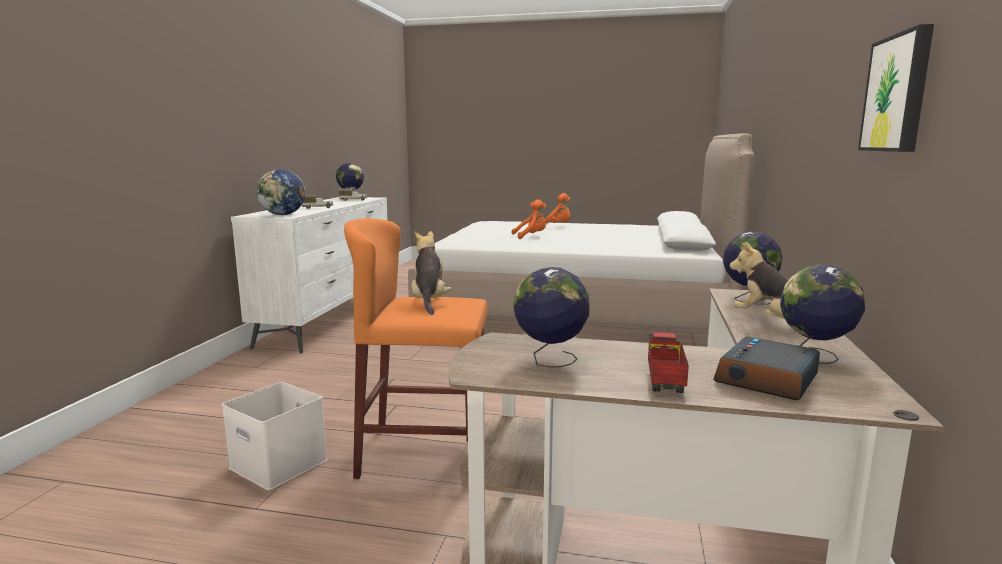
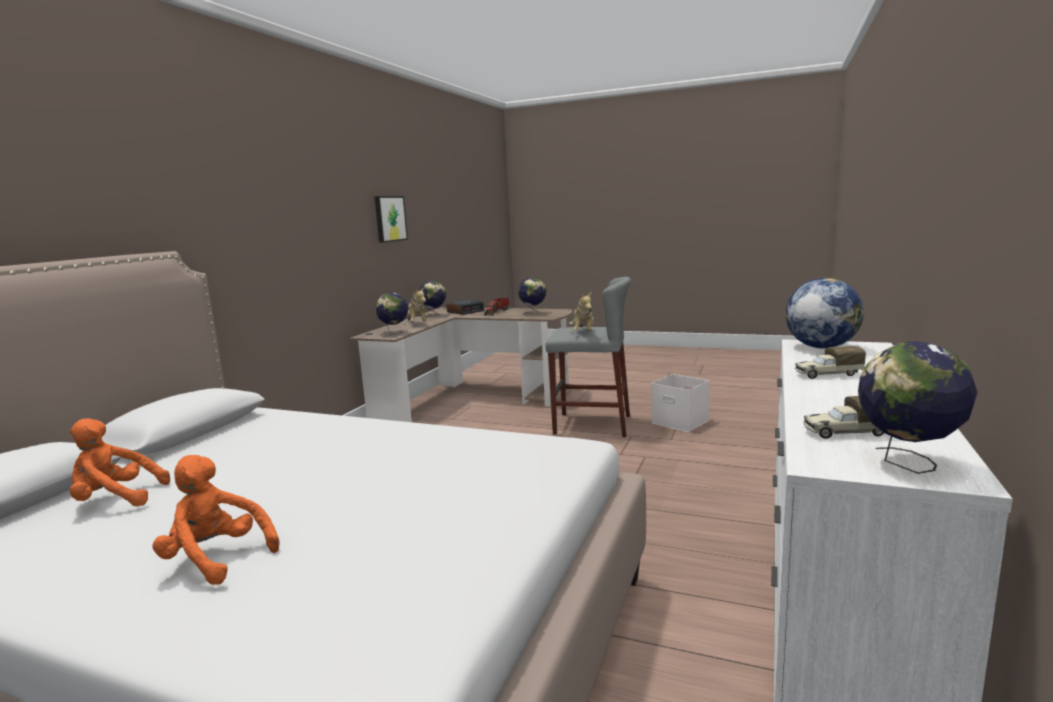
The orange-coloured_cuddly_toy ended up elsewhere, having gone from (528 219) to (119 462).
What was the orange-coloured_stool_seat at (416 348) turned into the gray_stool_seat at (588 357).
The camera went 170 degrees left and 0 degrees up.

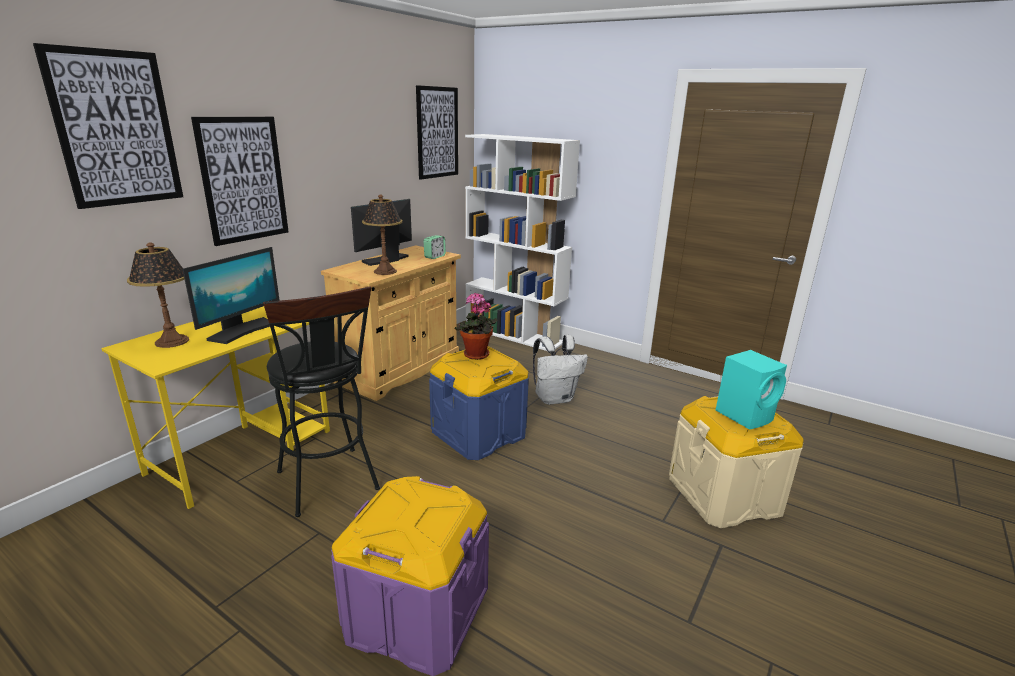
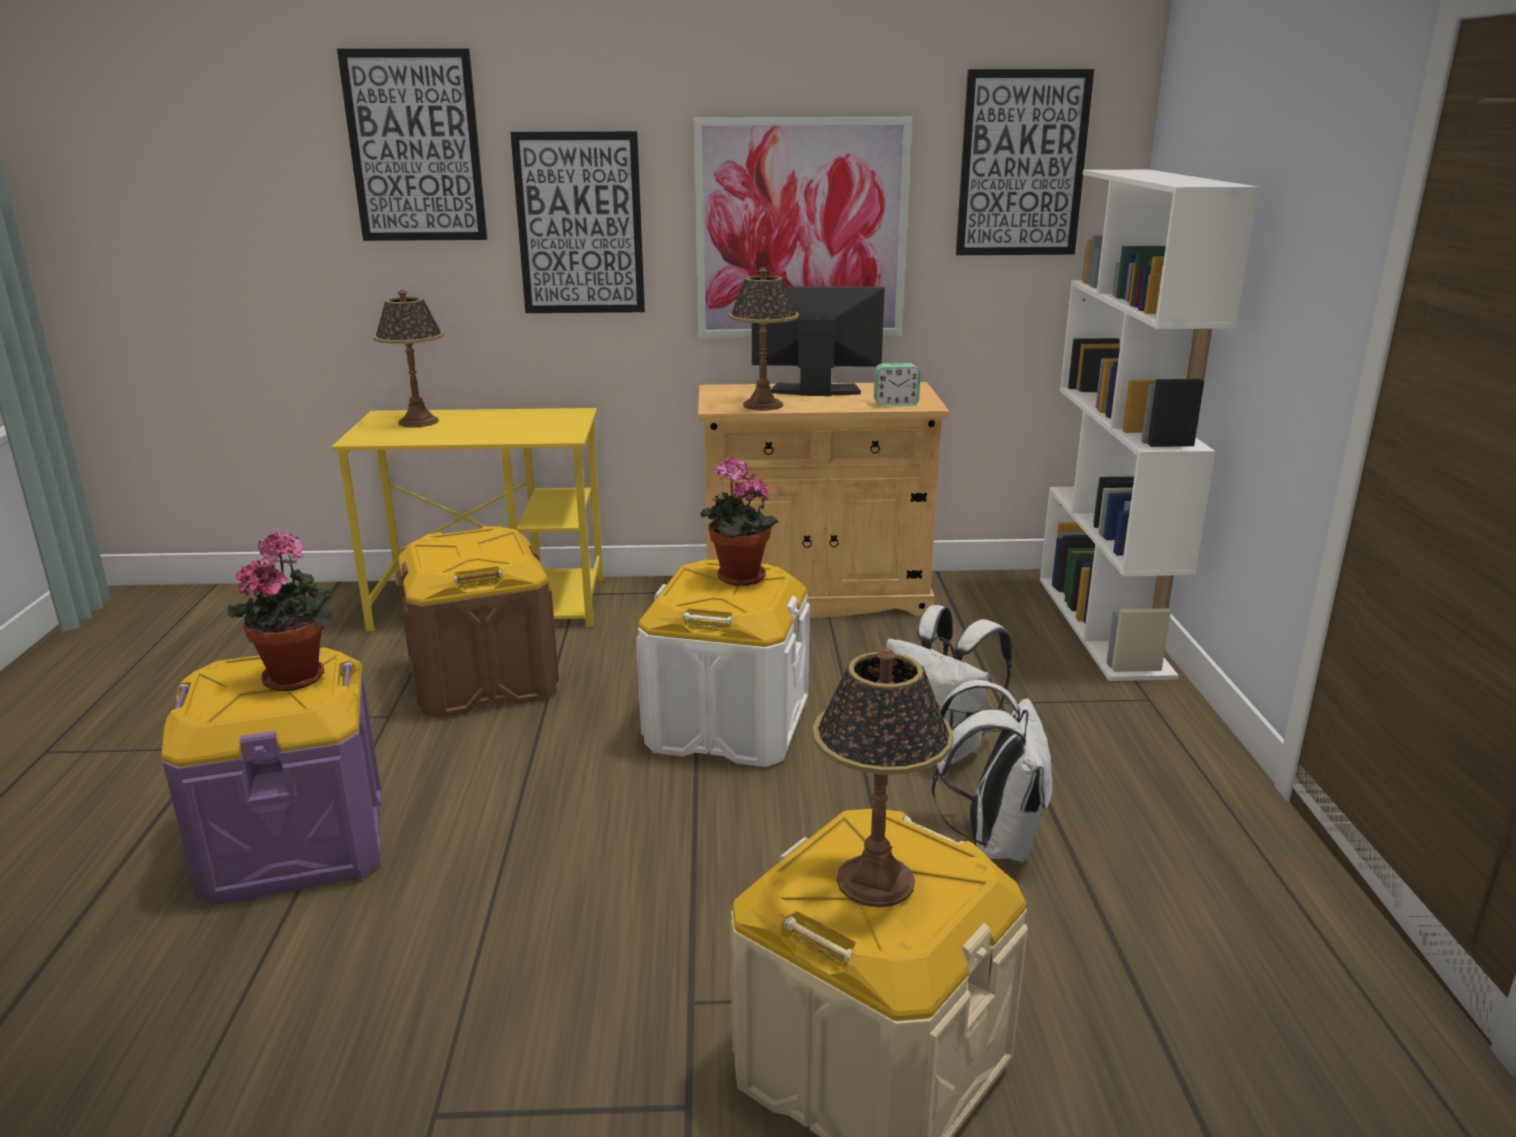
The second view lost the computer_display at (231 295).
The second view gained the houseplant at (279 610).
The second view gained the wall_art at (802 227).
The second view gained the white-coloured_rucksack at (992 771).
Where the blackish_stool_seat stood at (321 401), the brownish_storage_box came to stand at (478 622).
Where the turquoise_audio_speaker stood at (751 390), the table_lamp came to stand at (883 777).
What was the blue-coloured_storage_box at (479 403) turned into the white-coloured_storage_box at (723 663).
The camera went 55 degrees right and 0 degrees up.

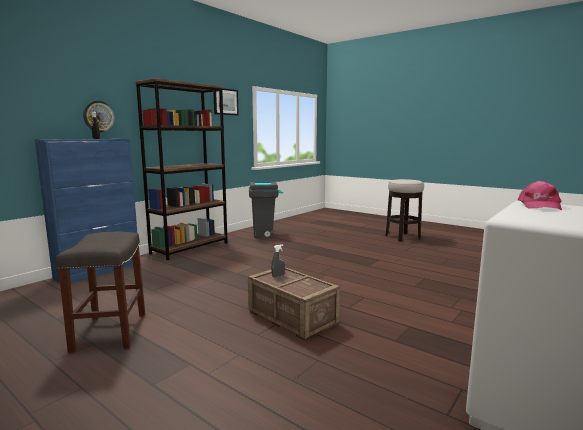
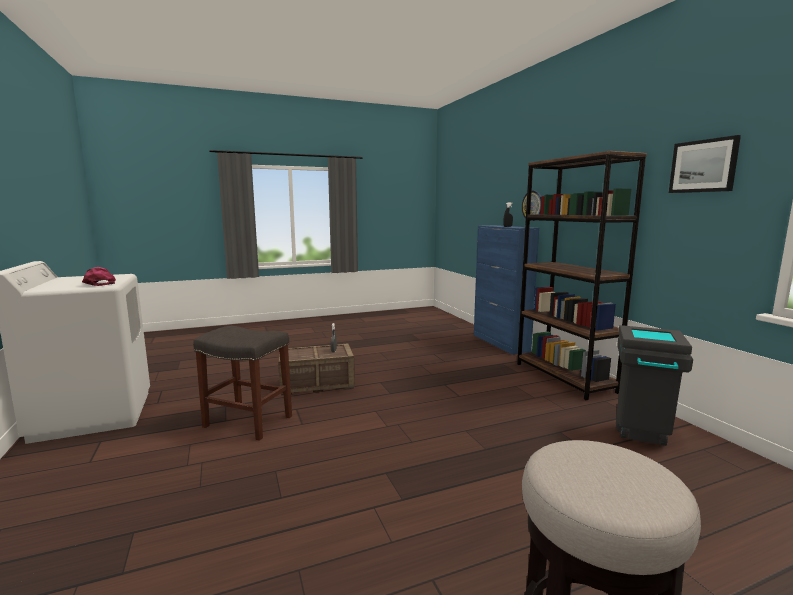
The gray_stool_seat ended up elsewhere, having gone from (100 292) to (242 383).
The camera went 120 degrees right and 0 degrees up.

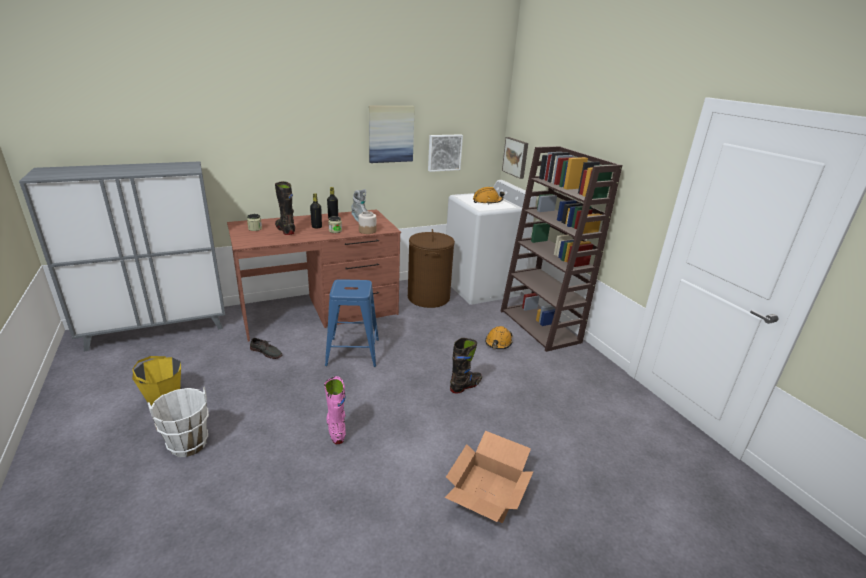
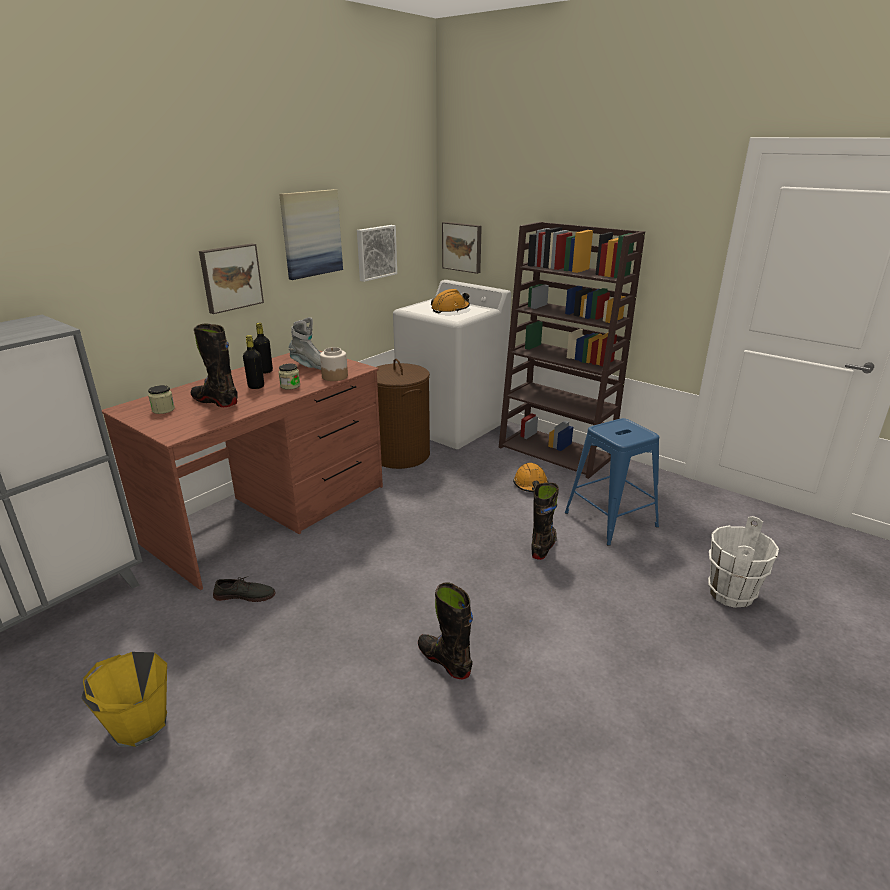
The second view lost the cardboard_box at (489 477).
The second view gained the wall_art at (231 278).
The white-coloured_pail ended up elsewhere, having gone from (178 422) to (743 562).
The blue-coloured_stool_seat ended up elsewhere, having gone from (352 323) to (612 482).
What was the pink-coloured_high-top_boot at (335 410) turned into the blackish_high-top_boot at (445 630).
The camera went 25 degrees left and 0 degrees up.

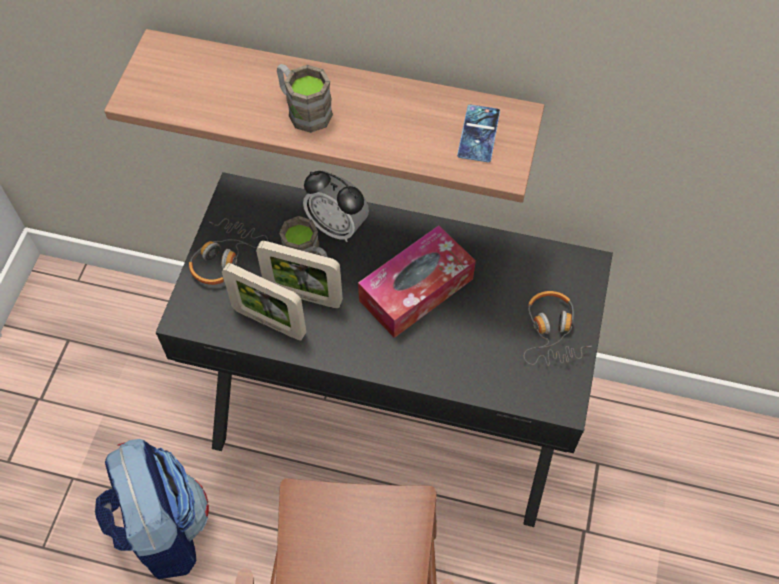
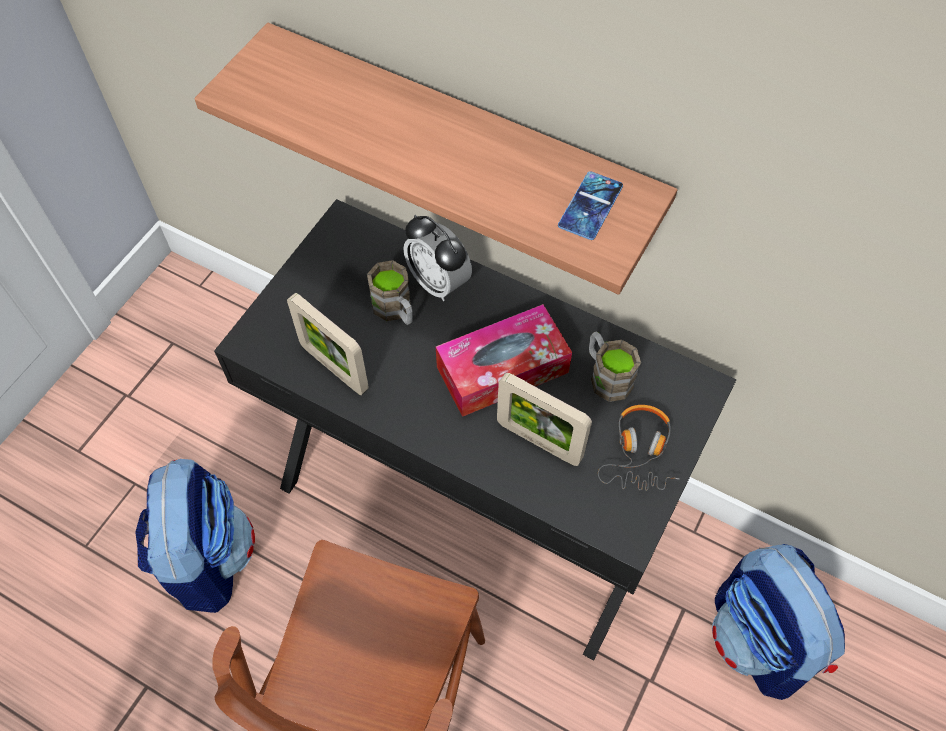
The second view lost the pair_of_headphones at (228 252).
The second view gained the rucksack at (778 622).
The photo_frame ended up elsewhere, having gone from (299 274) to (544 419).
The brownish_coffee_mug ended up elsewhere, having gone from (305 98) to (615 366).
The camera went 15 degrees right and 0 degrees up.

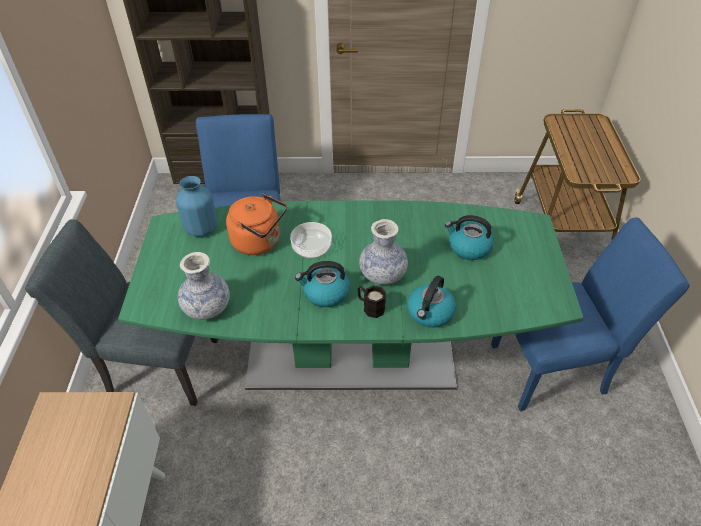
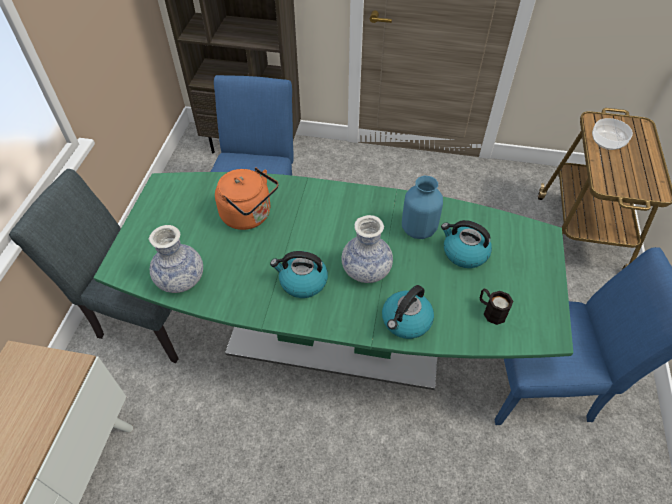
The blue-coloured_decorative_vase ended up elsewhere, having gone from (196 206) to (422 207).
The bowl ended up elsewhere, having gone from (311 240) to (612 134).
The blackish_coffee_mug ended up elsewhere, having gone from (372 301) to (496 306).
The camera went 10 degrees right and 5 degrees up.

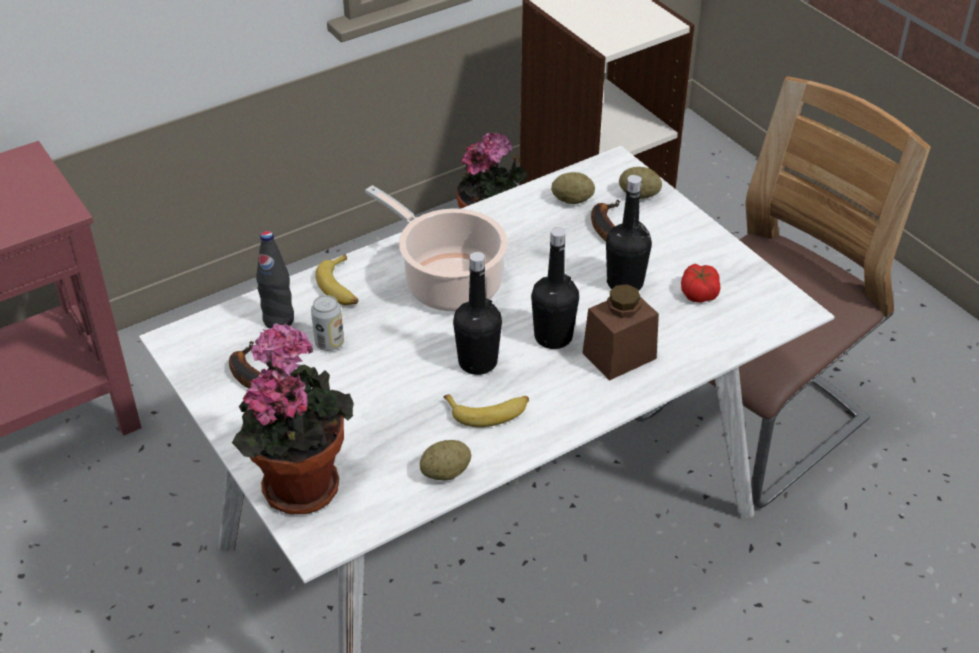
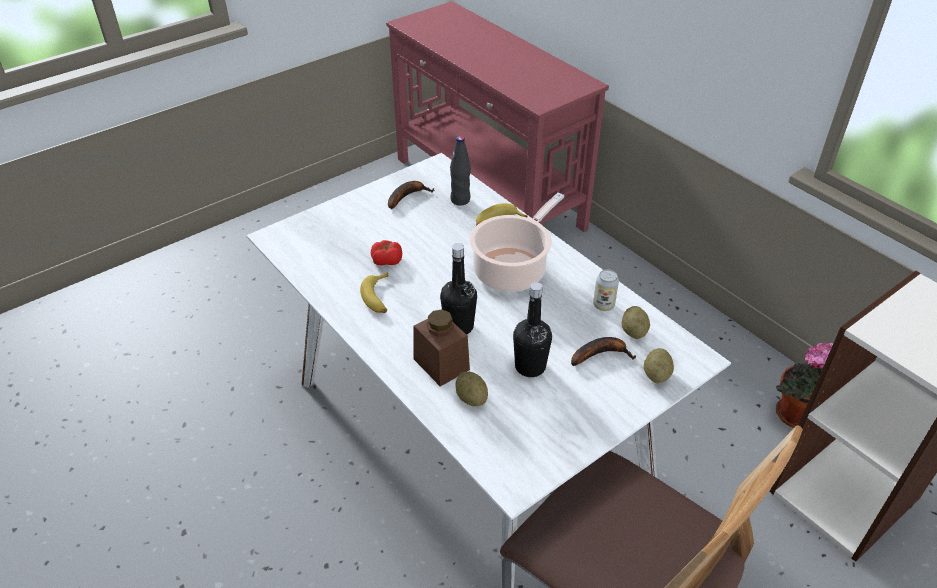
The second view lost the houseplant at (293 418).
The second view lost the blackish_bottle at (477 313).
The metal_can ended up elsewhere, having gone from (327 323) to (606 290).
The spud ended up elsewhere, having gone from (445 460) to (471 389).
The whole_tomato ended up elsewhere, having gone from (700 283) to (386 253).
The camera went 85 degrees right and 0 degrees up.

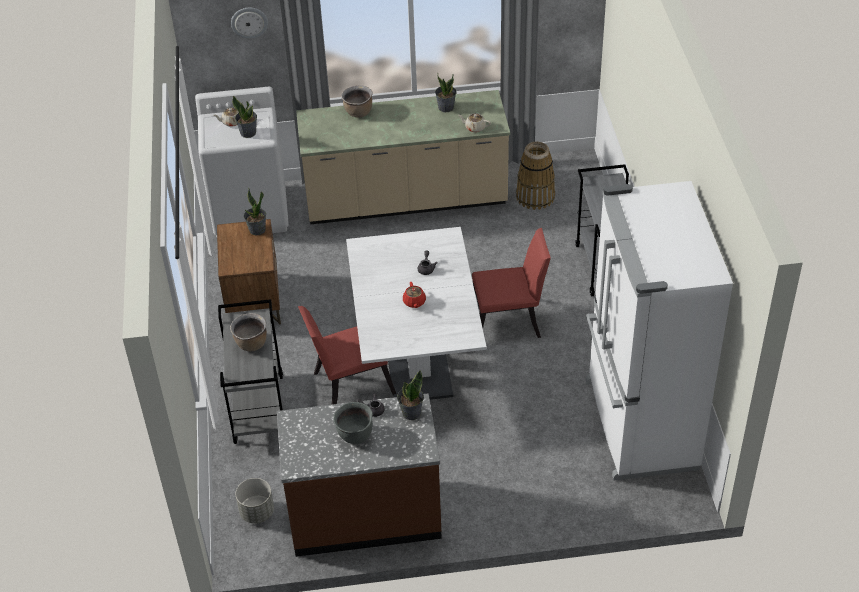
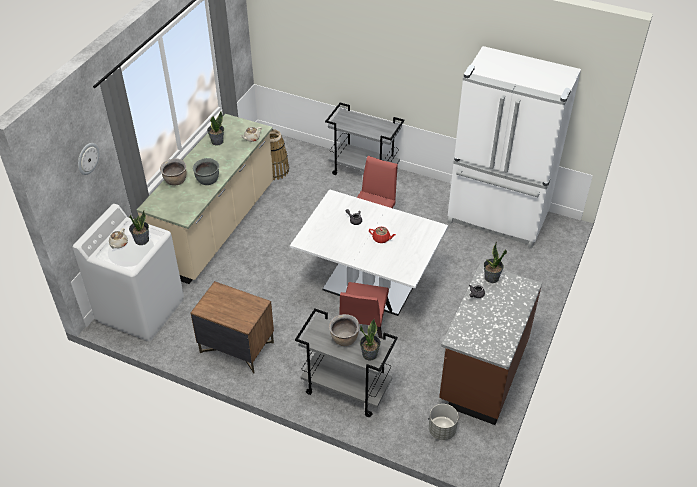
The houseplant ended up elsewhere, having gone from (255 211) to (370 339).
The gray_stockpot ended up elsewhere, having gone from (353 423) to (206 171).
The camera went 60 degrees left and 0 degrees up.

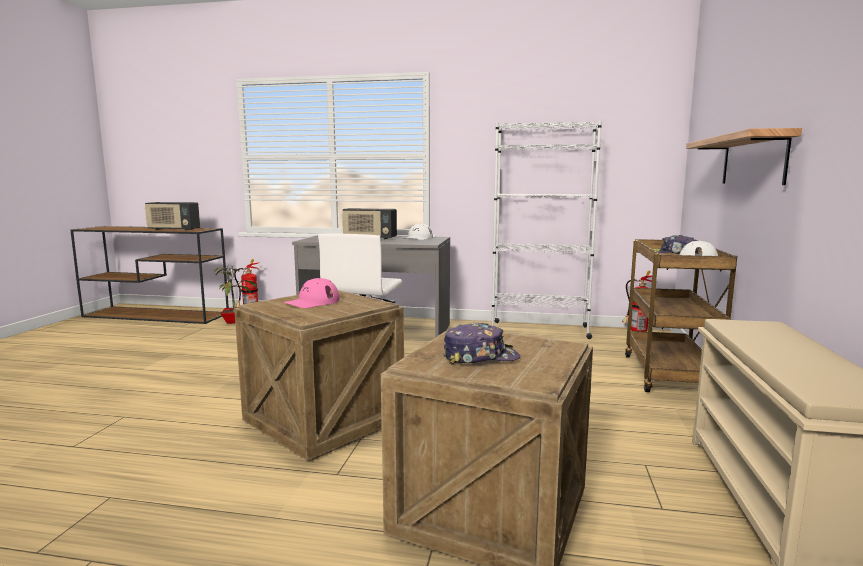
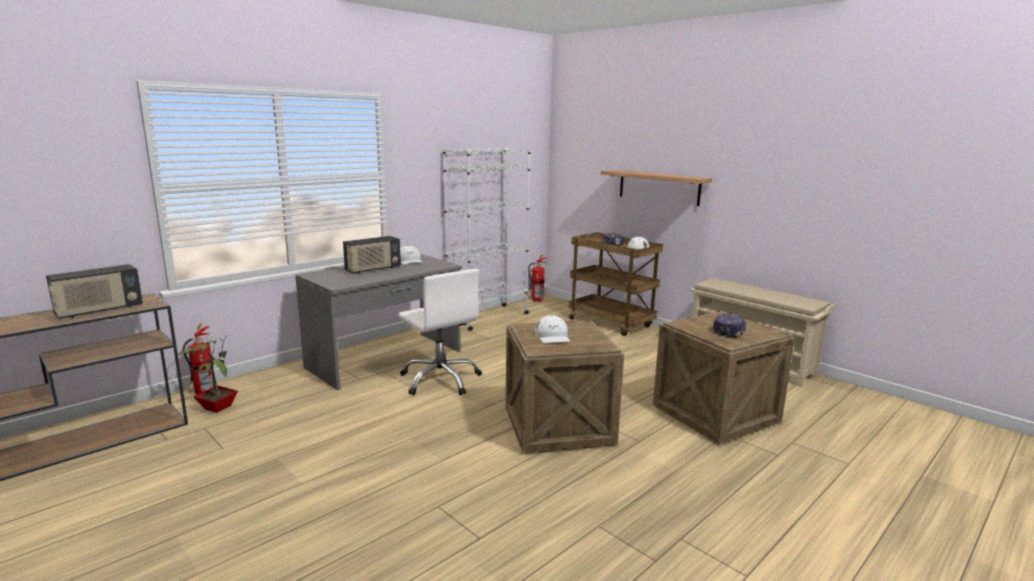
What was the pink-coloured_baseball_cap at (311 293) turned into the white-coloured_baseball_cap at (552 329).
The camera went 55 degrees left and 5 degrees up.

